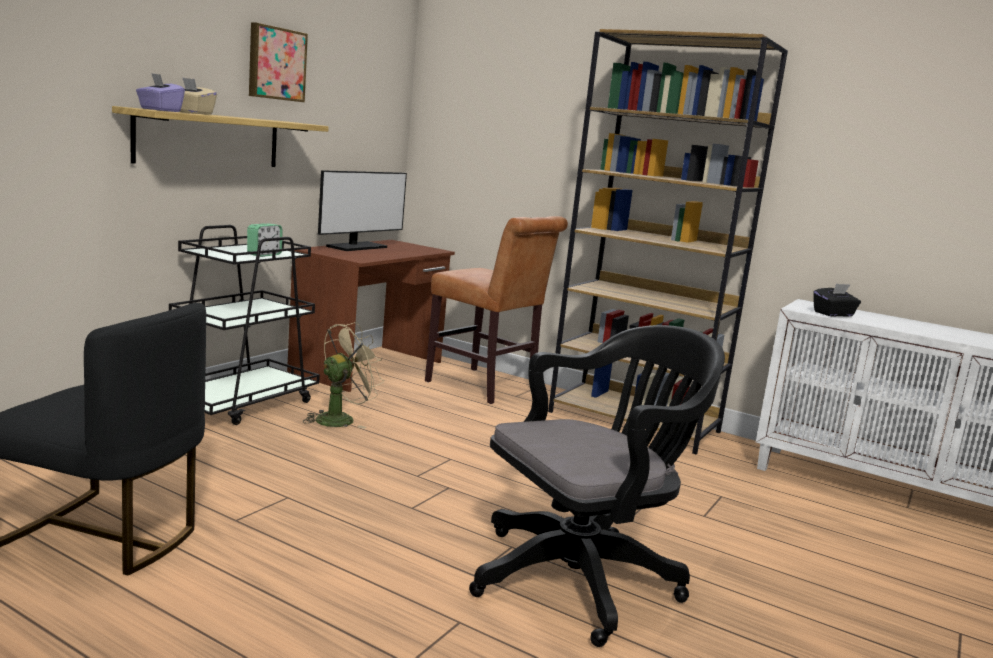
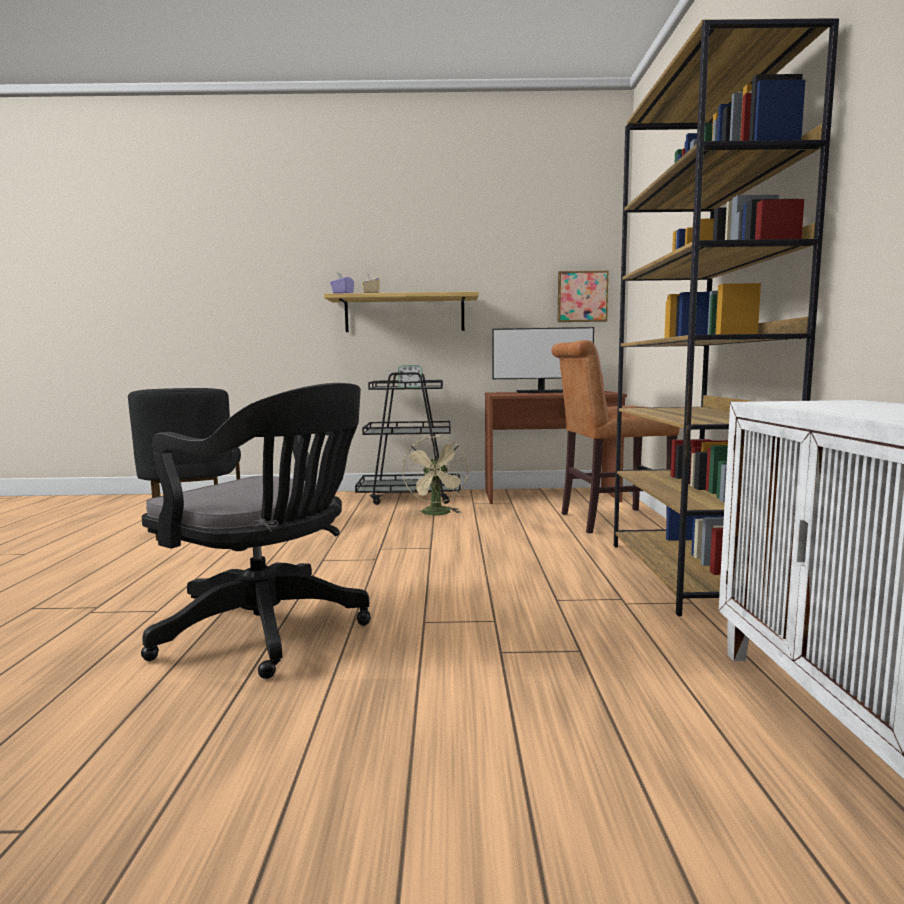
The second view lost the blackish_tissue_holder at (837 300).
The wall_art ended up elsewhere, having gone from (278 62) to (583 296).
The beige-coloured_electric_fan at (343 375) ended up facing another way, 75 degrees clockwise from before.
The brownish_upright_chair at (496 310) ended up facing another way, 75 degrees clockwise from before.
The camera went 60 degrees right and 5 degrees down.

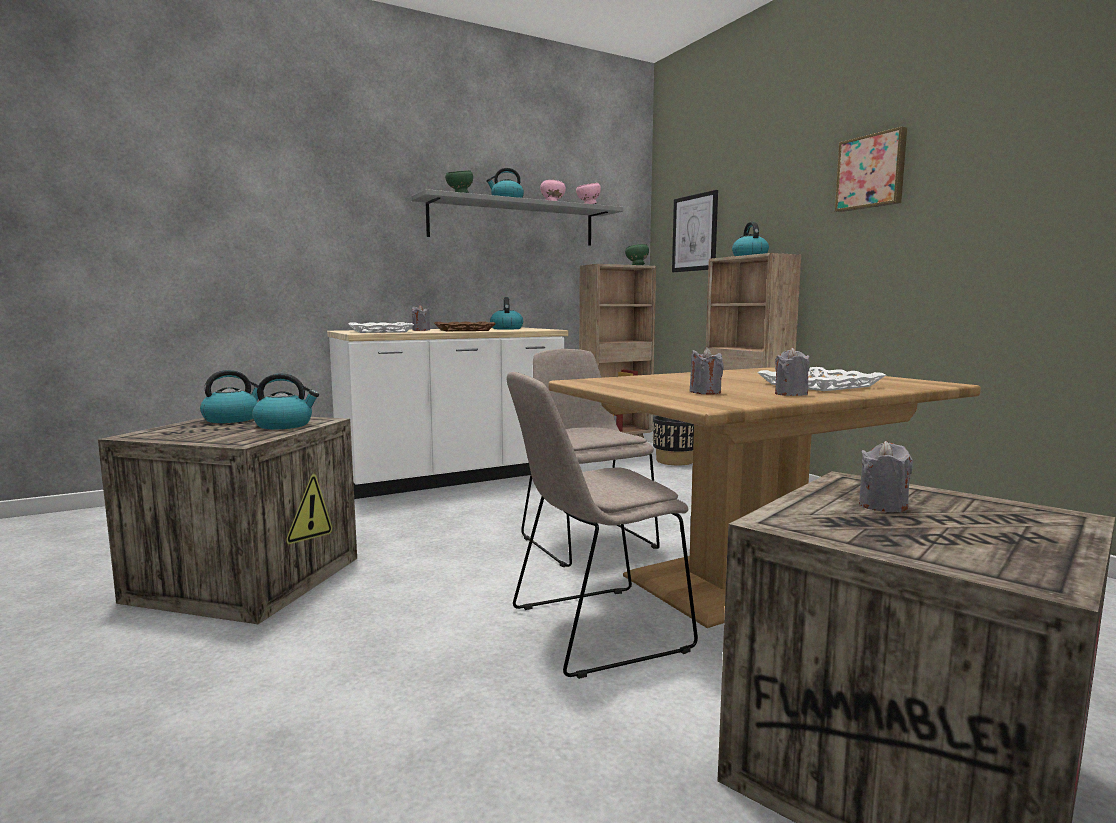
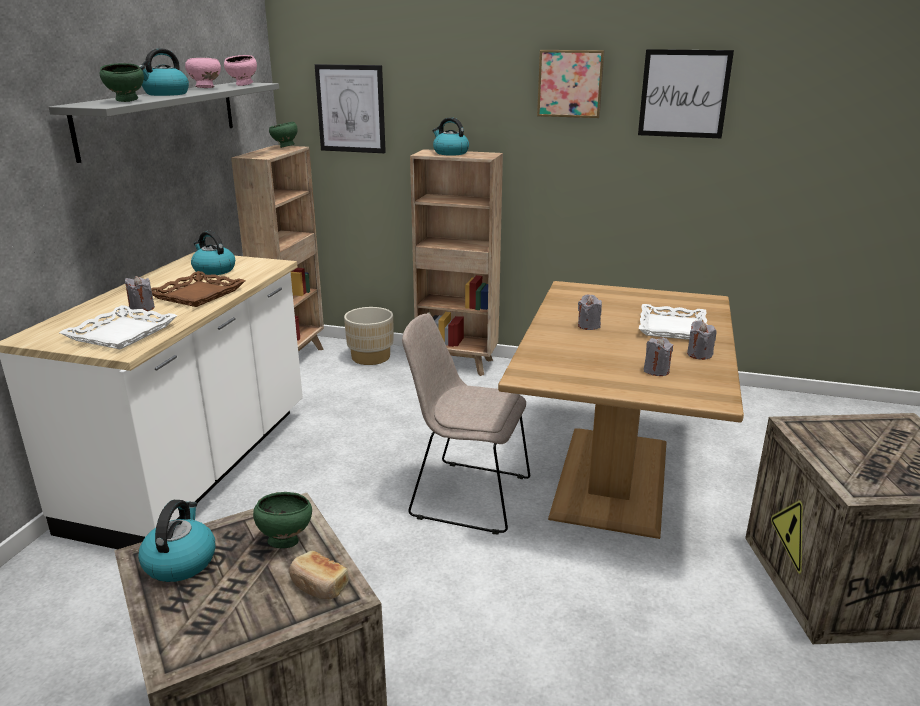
The second view lost the beige-coloured_upright_chair at (602 525).
The second view gained the baked_bread at (319 575).
The second view gained the wall_art at (686 93).
The gray_wax_candle ended up elsewhere, having gone from (886 476) to (590 312).
Where the water_kettle stood at (285 401), the green-coloured_bowl came to stand at (282 520).
What was the blackish_planter at (673 440) turned into the beige-coloured_planter at (368 336).
The camera went 45 degrees left and 15 degrees up.

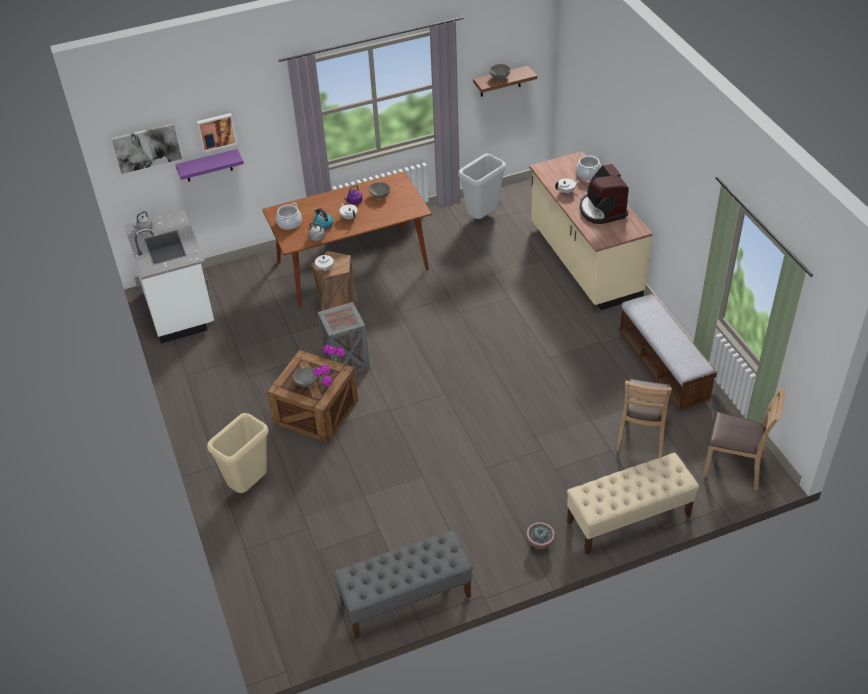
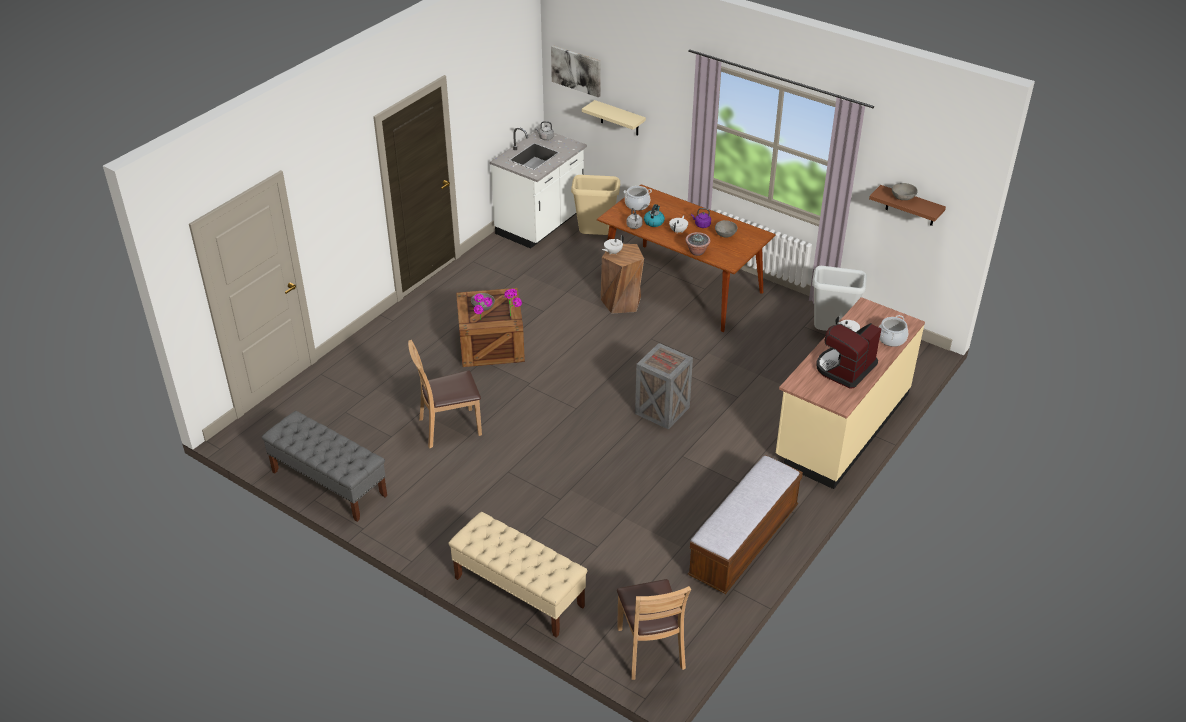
The second view lost the wall_art at (217 132).
The beige-coloured_rubbish_bin ended up elsewhere, having gone from (238 453) to (595 205).
The shipping_crate ended up elsewhere, having gone from (344 337) to (664 386).
The houseplant ended up elsewhere, having gone from (540 536) to (698 244).
The brownish_upright_chair ended up elsewhere, having gone from (644 418) to (445 394).
What was the purple_wall_shelf at (209 165) turned into the beige-coloured_wall_shelf at (614 118).
The camera went 55 degrees right and 5 degrees down.

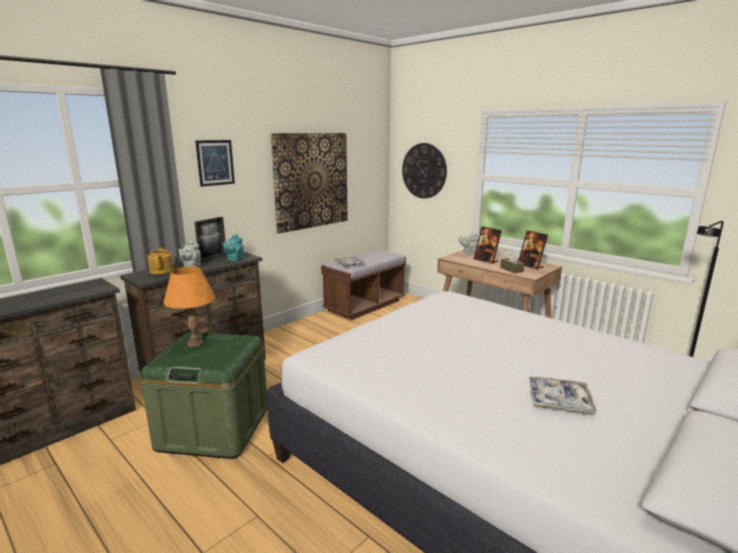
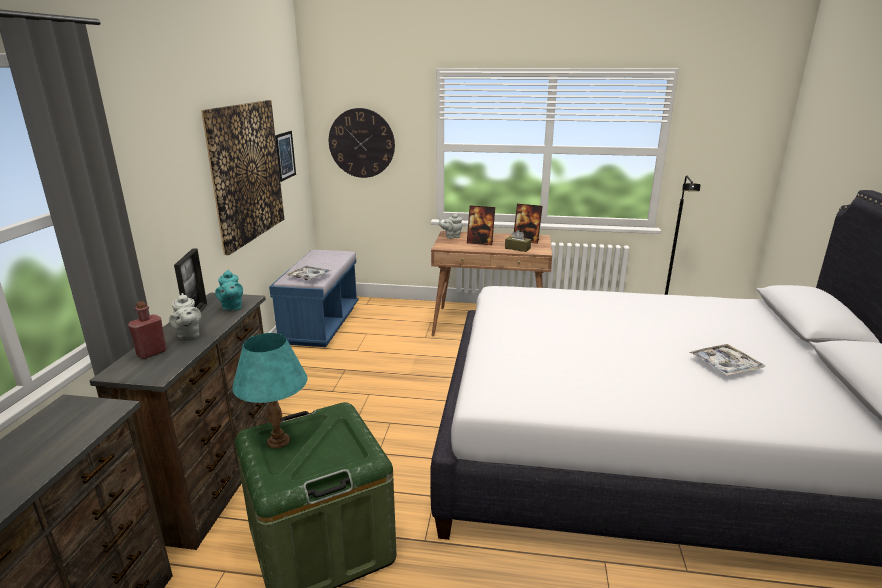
The wall_art ended up elsewhere, having gone from (215 163) to (285 156).
Where the teapot stood at (160 261), the red-coloured_bottle came to stand at (147 330).
What was the orange-coloured_table_lamp at (189 307) turned into the turquoise_table_lamp at (269 390).
What was the brownish_indoor_bench at (363 285) turned into the blue-coloured_indoor_bench at (314 298).
The camera went 35 degrees left and 5 degrees up.

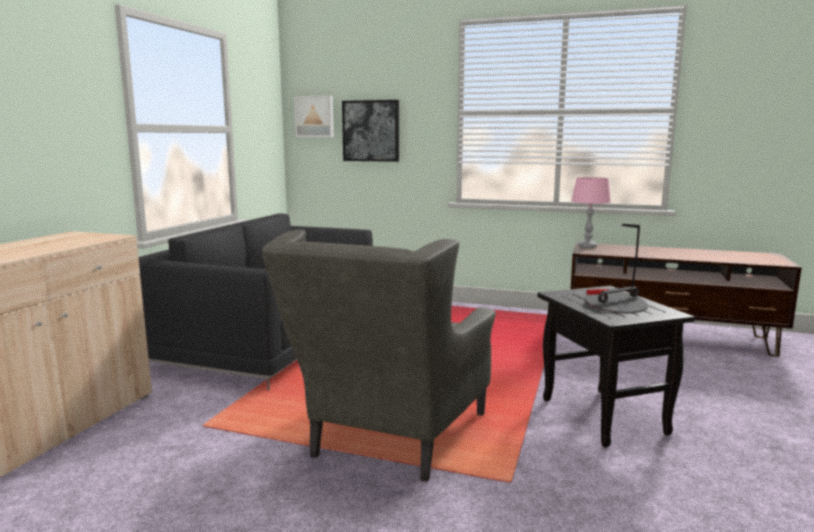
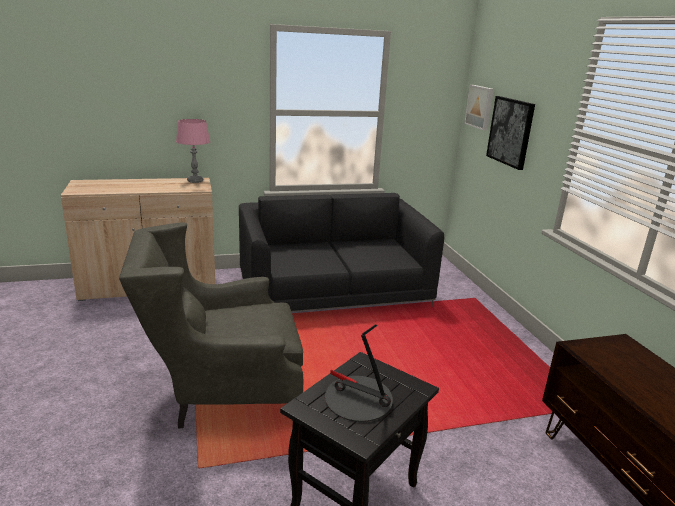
The pink-coloured_table_lamp ended up elsewhere, having gone from (591 212) to (193 151).
The camera went 55 degrees right and 10 degrees up.

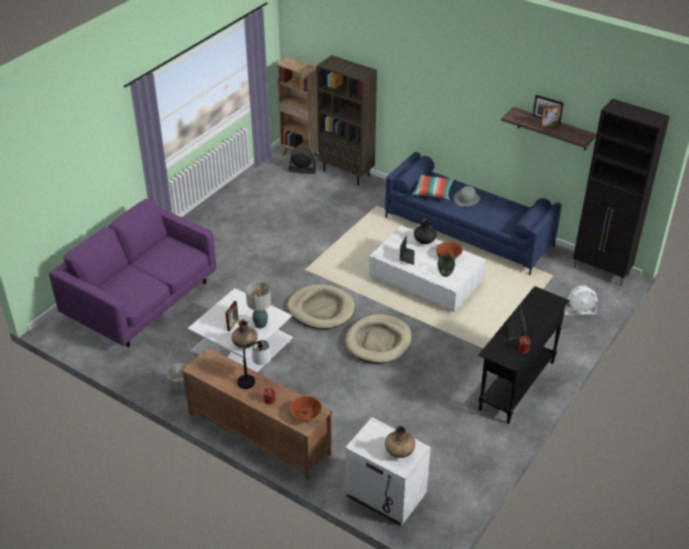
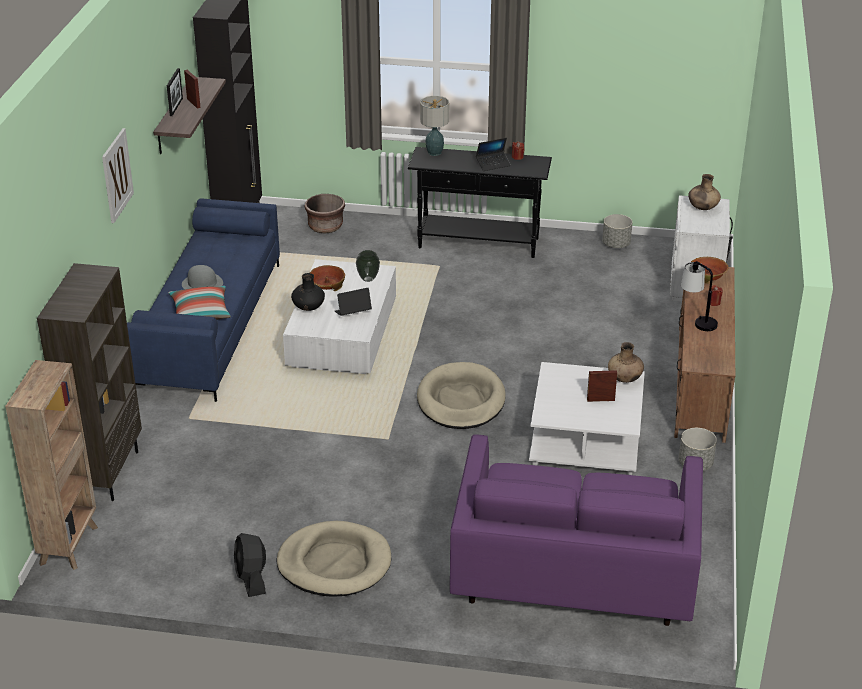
The second view gained the wall_art at (118 175).
The second view gained the gray_planter at (617 231).
The table_lamp ended up elsewhere, having gone from (258 304) to (434 126).
The blackish_electric_fan ended up elsewhere, having gone from (302 160) to (250 565).
The beige-coloured_pet_bed ended up elsewhere, having gone from (378 339) to (334 559).
Where the white-coloured_electric_fan stood at (581 300), the brownish_planter came to stand at (324 213).
The camera went 115 degrees left and 5 degrees down.

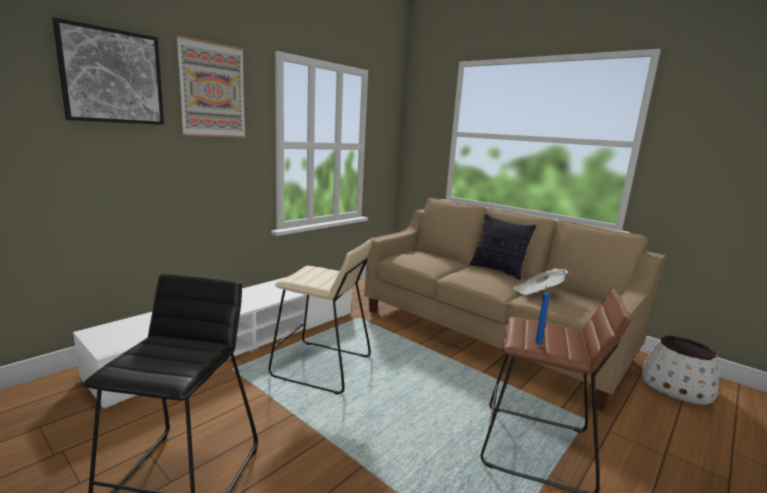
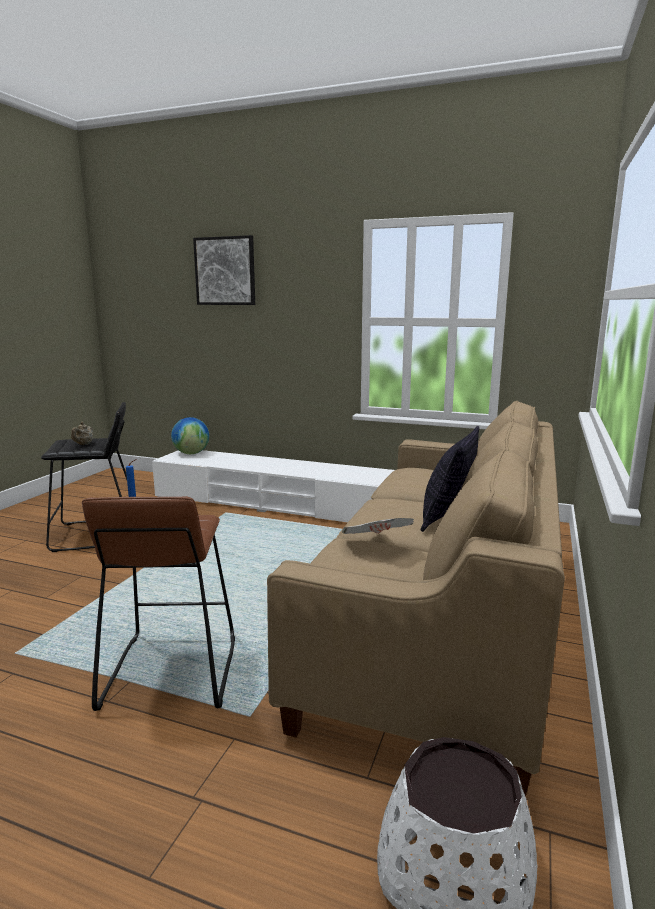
The second view lost the wall_art at (211 86).
The second view lost the beige-coloured_stool_seat at (320 317).
The second view gained the beige-coloured_teapot at (82 433).
The second view gained the globe at (190 435).
The camera went 70 degrees right and 0 degrees up.

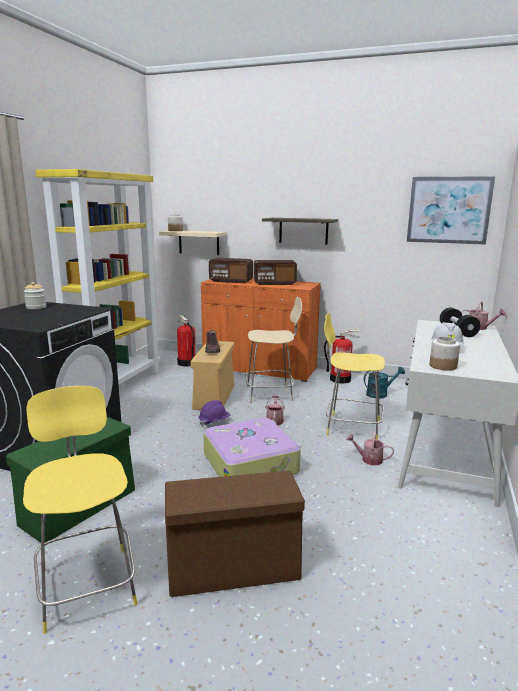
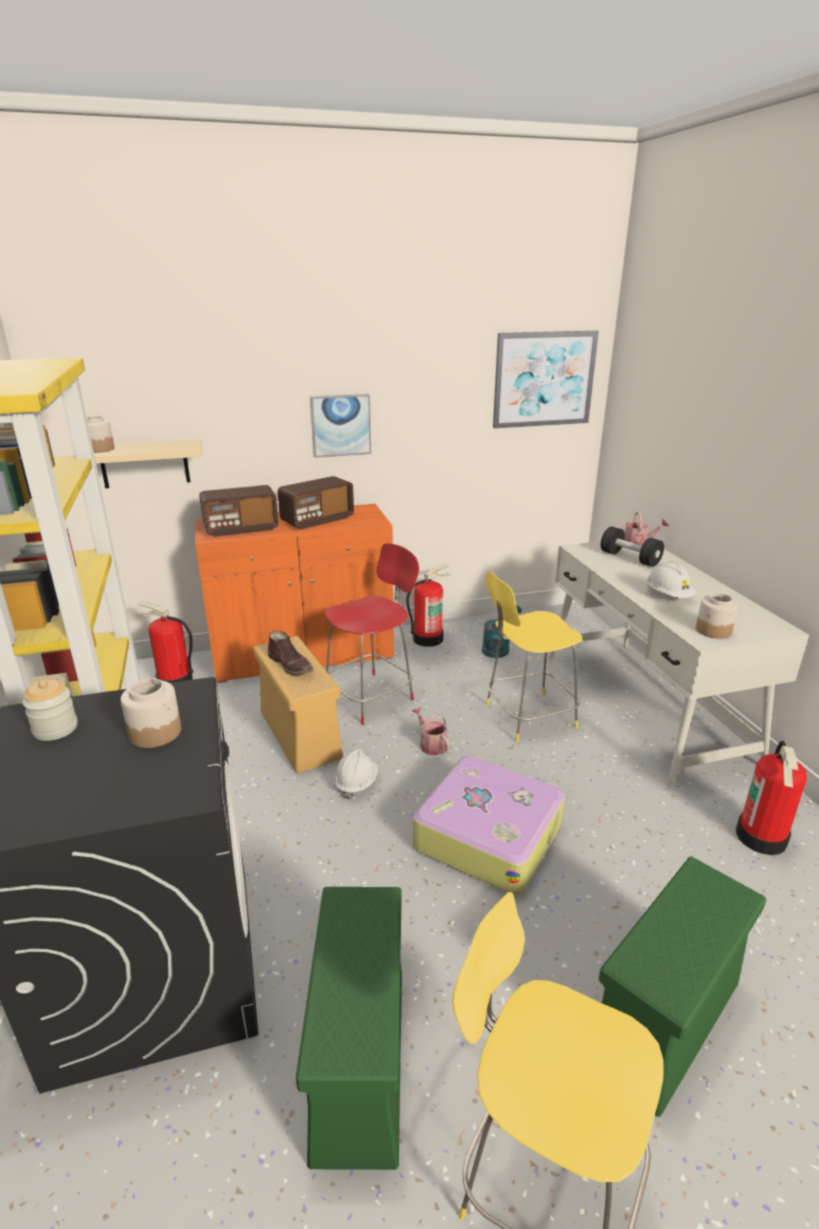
The second view lost the sprinkling_can at (370 448).
The second view gained the jar at (151 713).
The second view gained the extinguisher at (771 798).
Where the wall_shelf hung at (300 231), the wall_art came to hang at (340 426).
What was the brownish_storage_box at (235 533) turned into the green-coloured_storage_box at (683 986).
What was the purple_work_helmet at (214 413) turned into the white-coloured_work_helmet at (356 774).
What was the beige-coloured_stool_seat at (273 349) turned into the red-coloured_stool_seat at (372 634).
The camera went 35 degrees left and 10 degrees up.

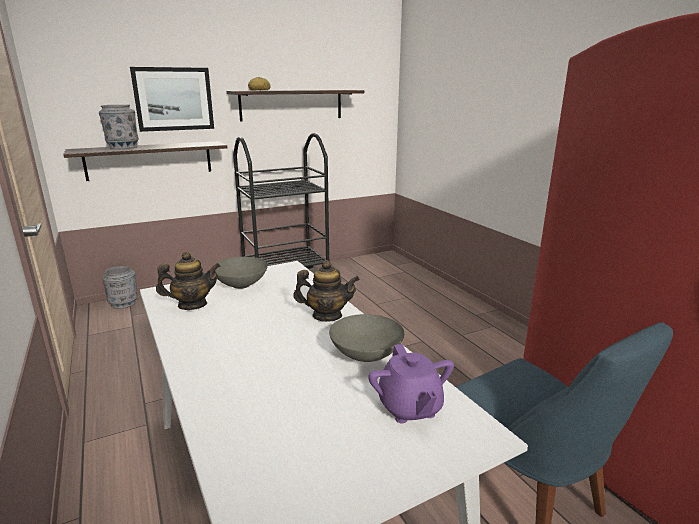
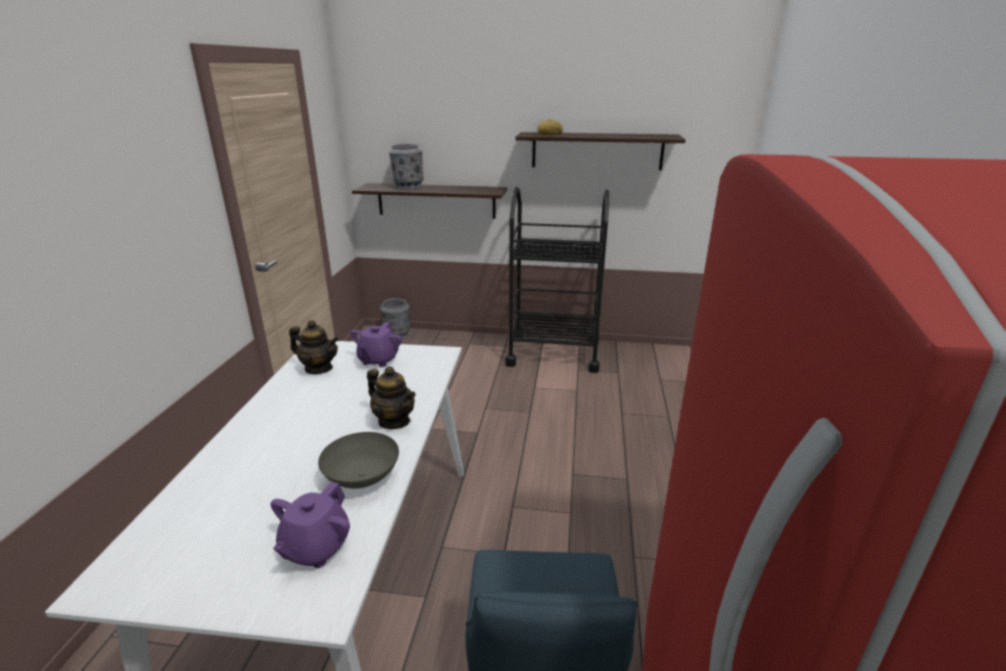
The second view lost the wall_art at (172 99).
Where the gray_bowl stood at (239 273), the purple_teapot came to stand at (376 344).
The camera went 35 degrees right and 5 degrees up.

